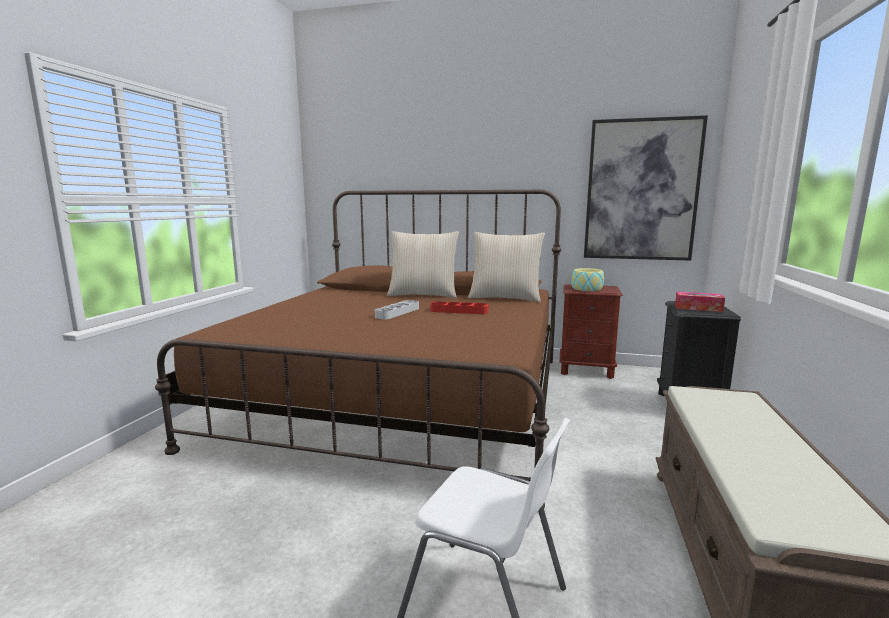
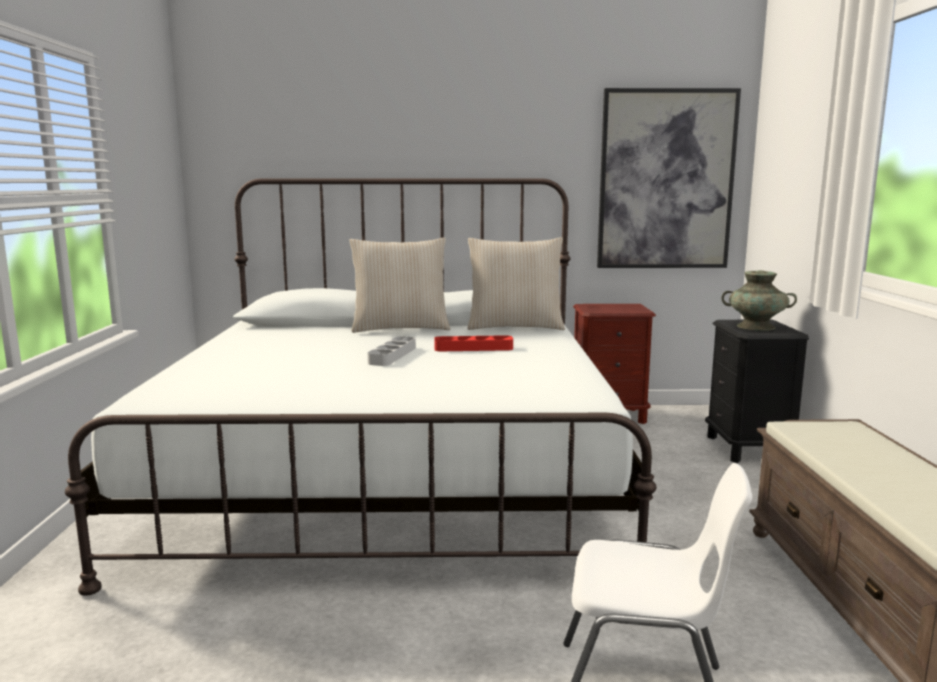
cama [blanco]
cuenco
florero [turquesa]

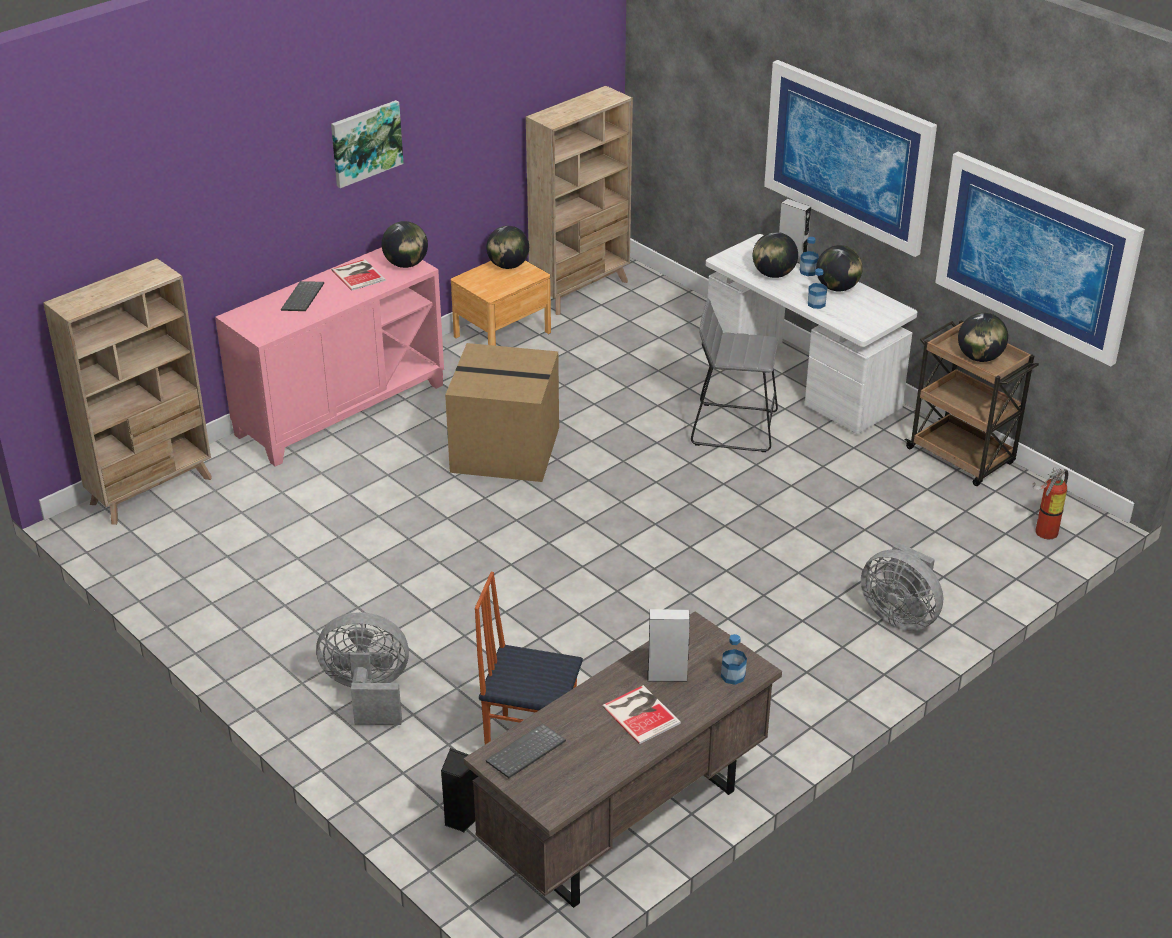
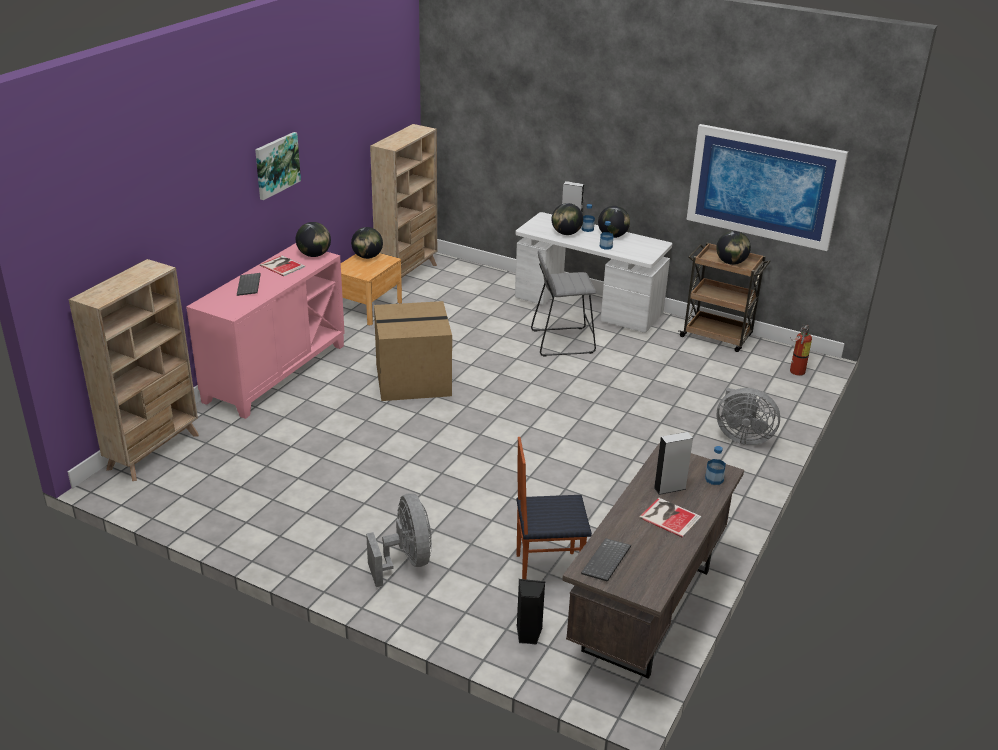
cuadro (2nd from left in the first image)
ventilador [gris] (1st from left)

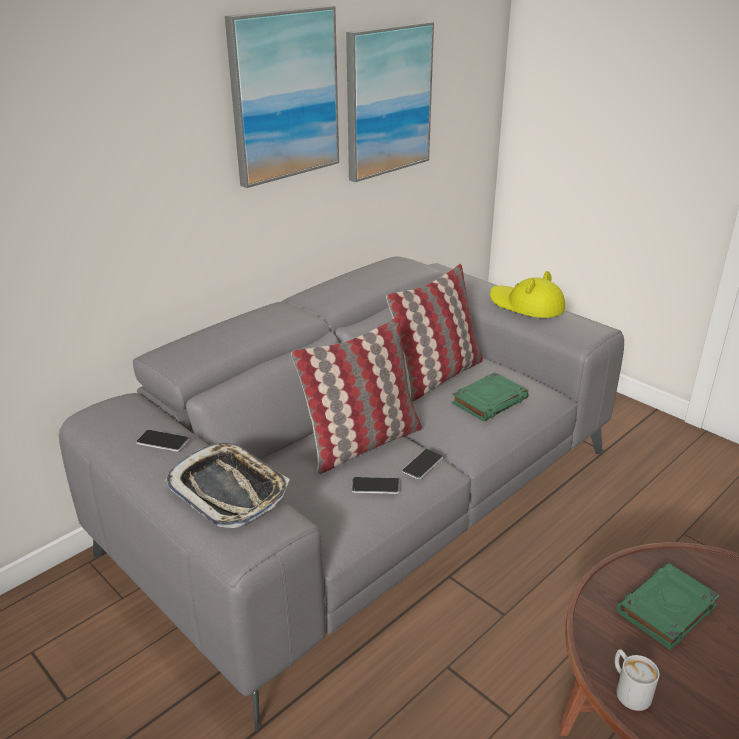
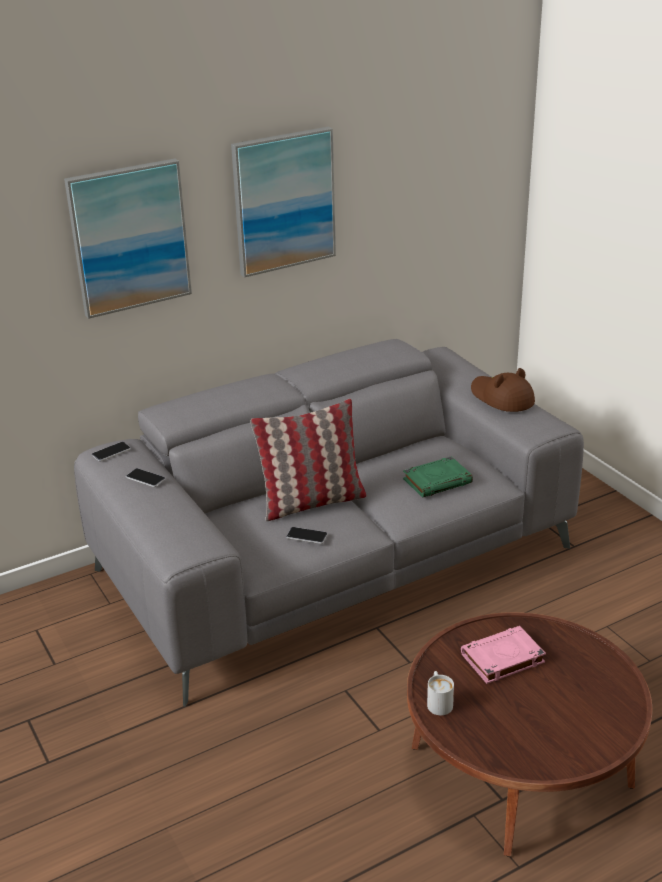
cuadro (1st from left)
cojín (2nd from left in the first image)
sombrero [marrón]
bandeja
móvil (1st from left)
libro [rosa]

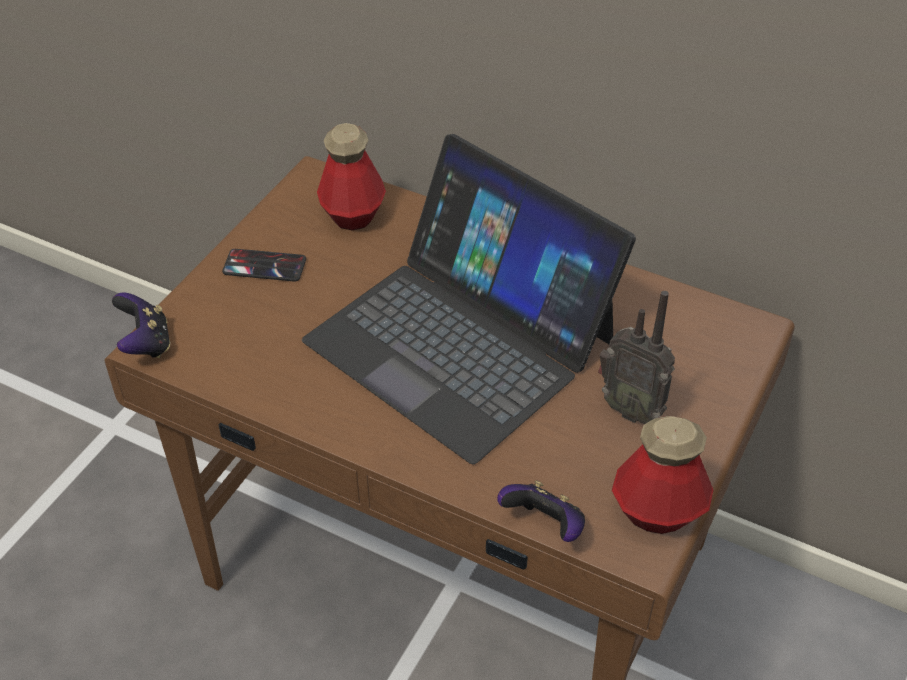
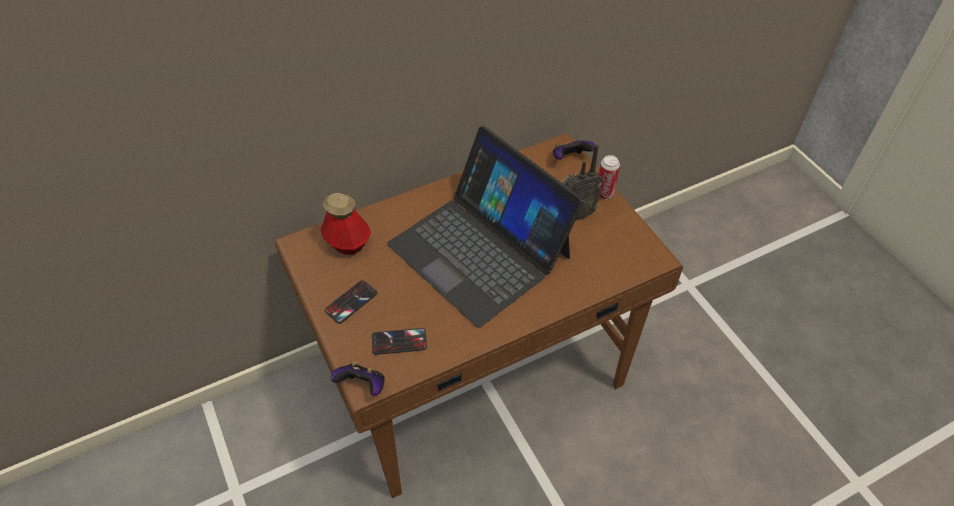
portátil
botella (2nd from left in the first image)
mando de consola (2nd from left)
lata
móvil (2nd from left)

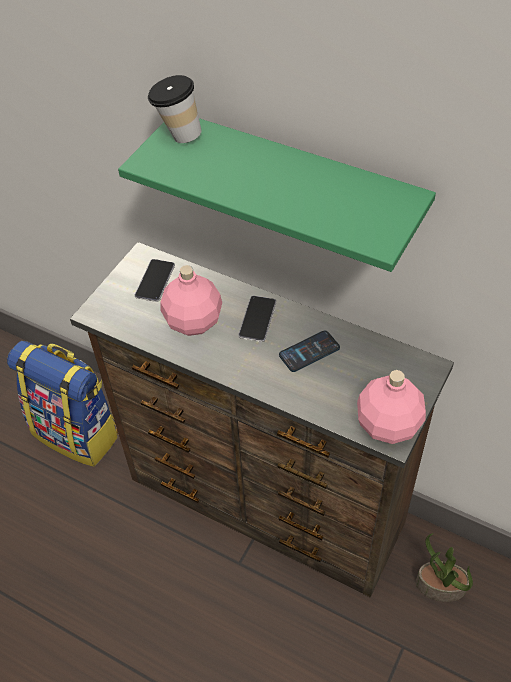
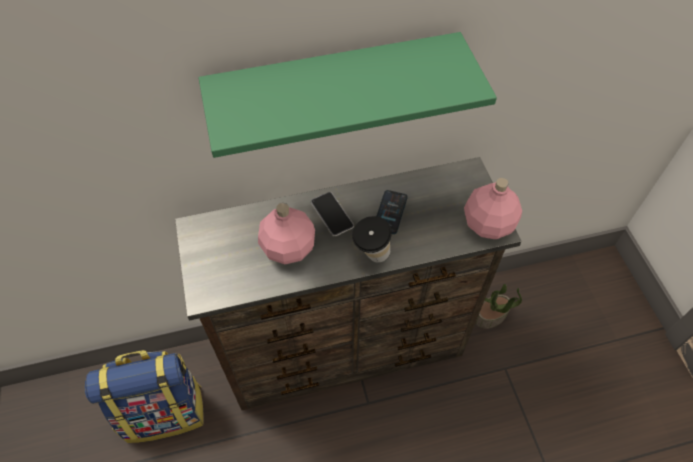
taza
móvil (1st from left in the first image)

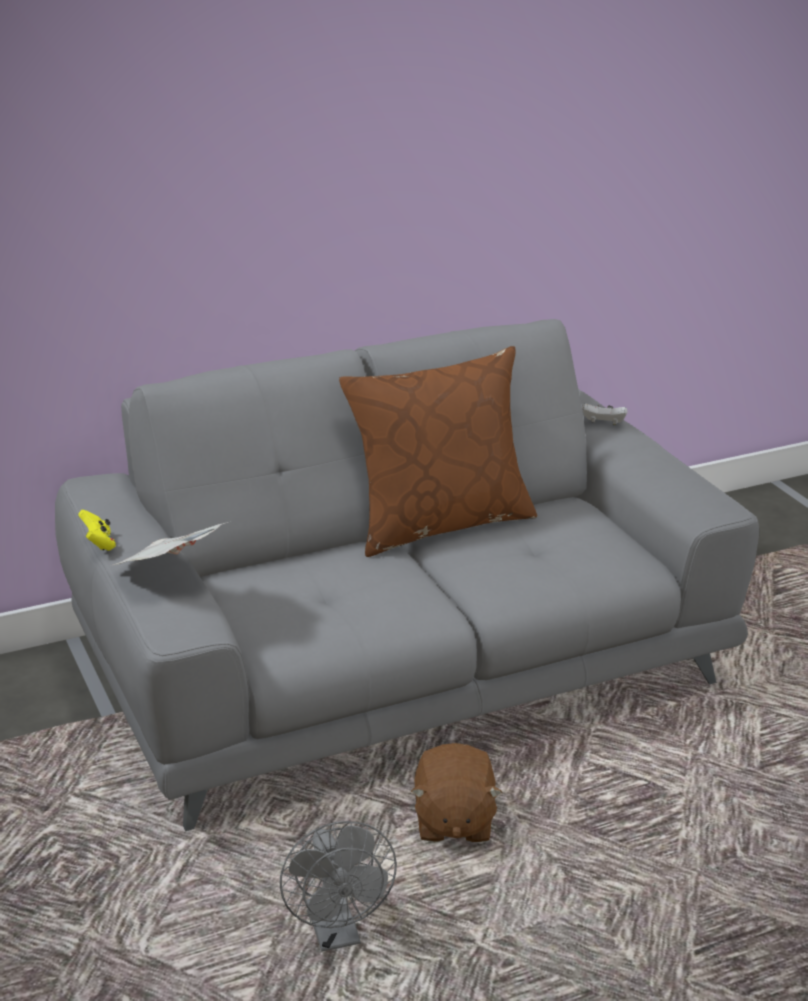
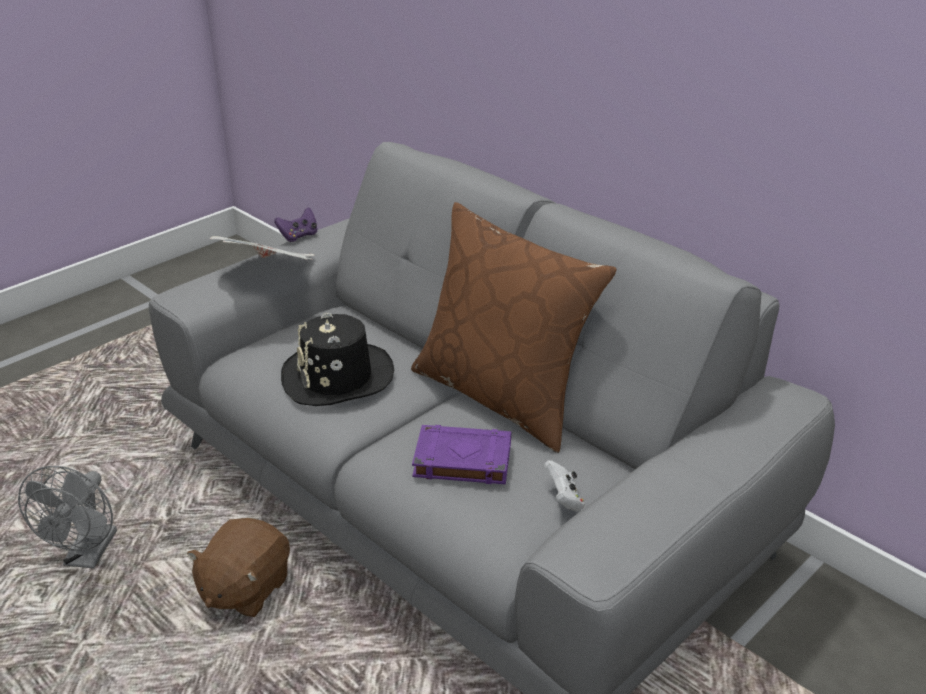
mando de consola [blanco]
mando de consola [morado]
peluche [marrón]
ventilador [gris]
sombrero [negro]
libro [morado]

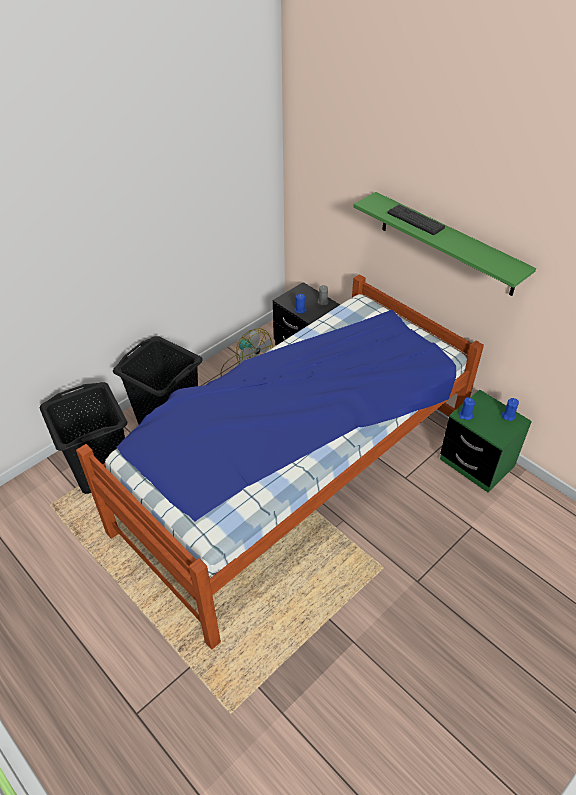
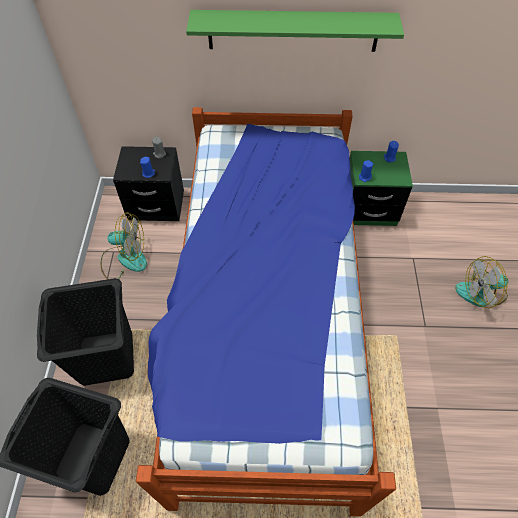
teclado
ventilador (2nd from left)

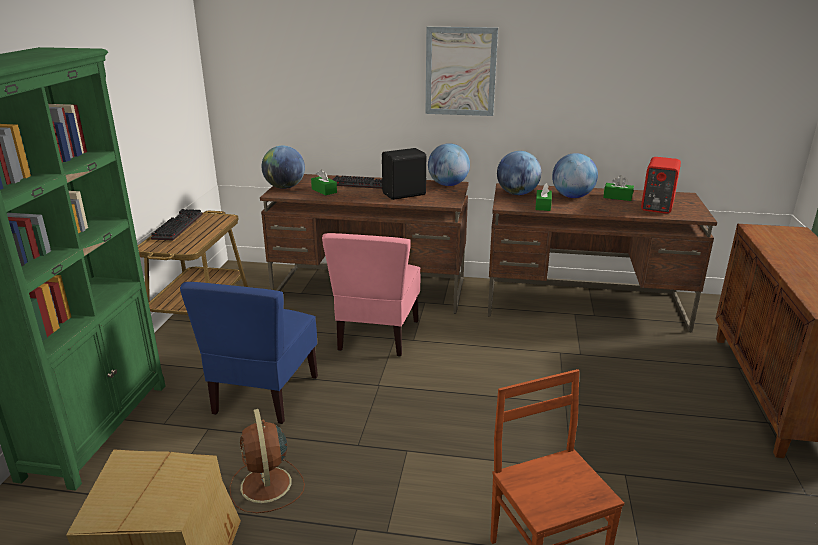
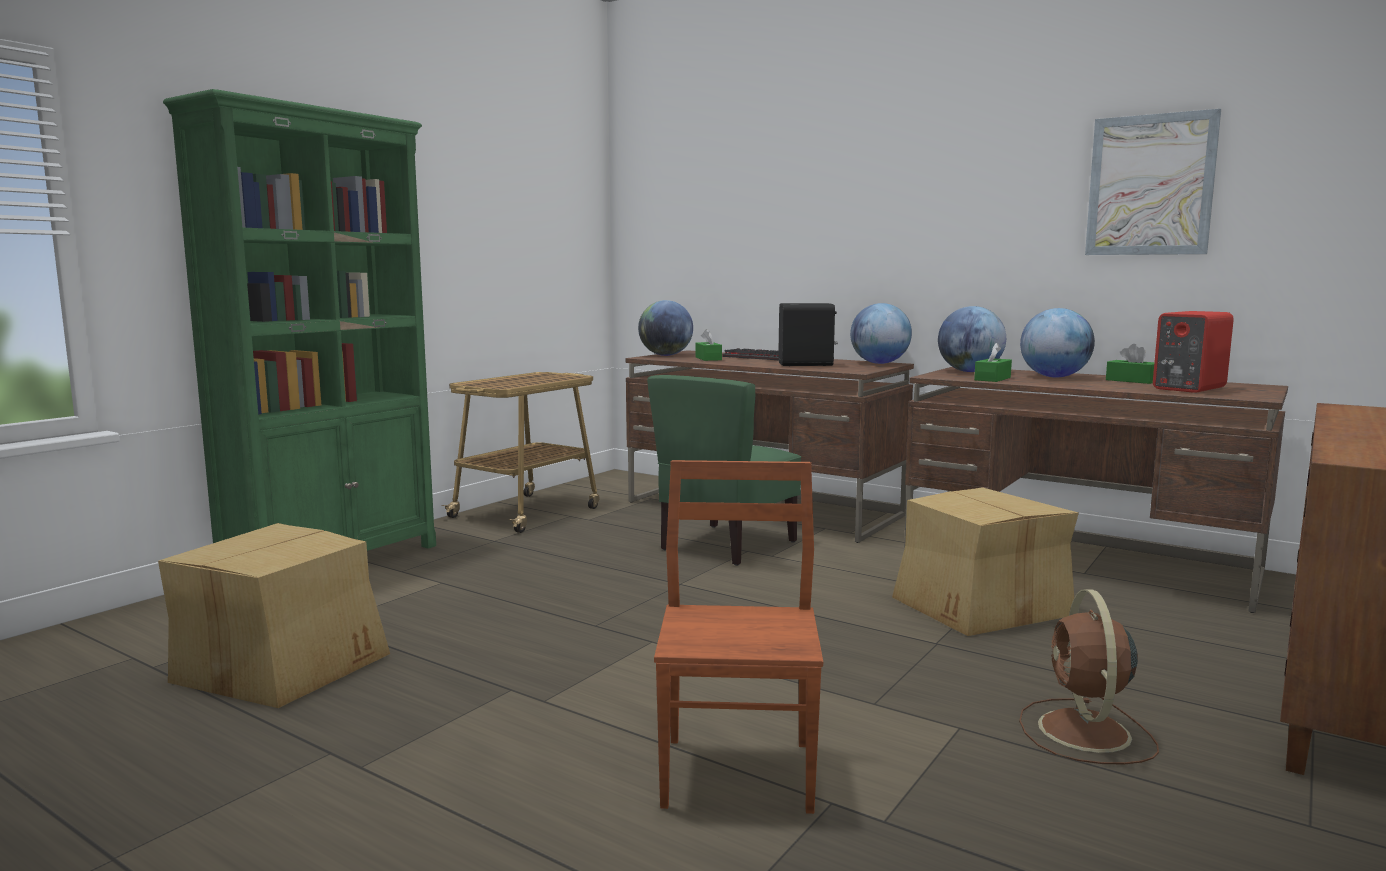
cuadro
teclado (1st from left in the first image)
silla [verde]
silla [azul]
ventilador [marrón]
caja de cartón (2nd from left)

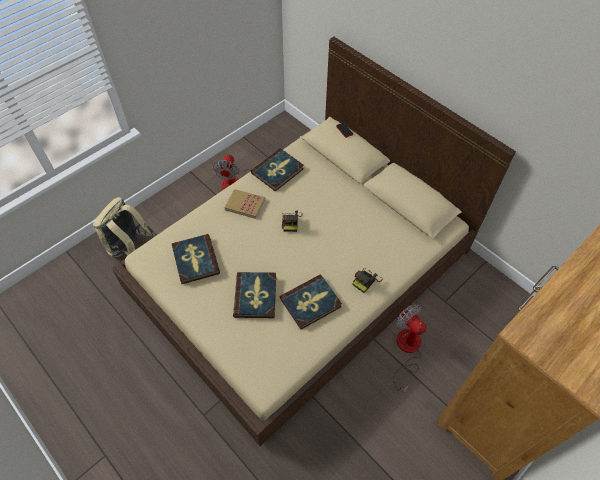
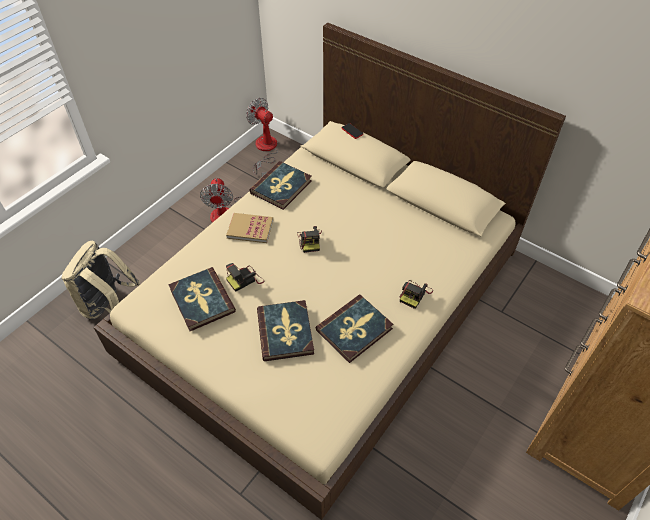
ventilador (2nd from left)
cámara (1st from left)

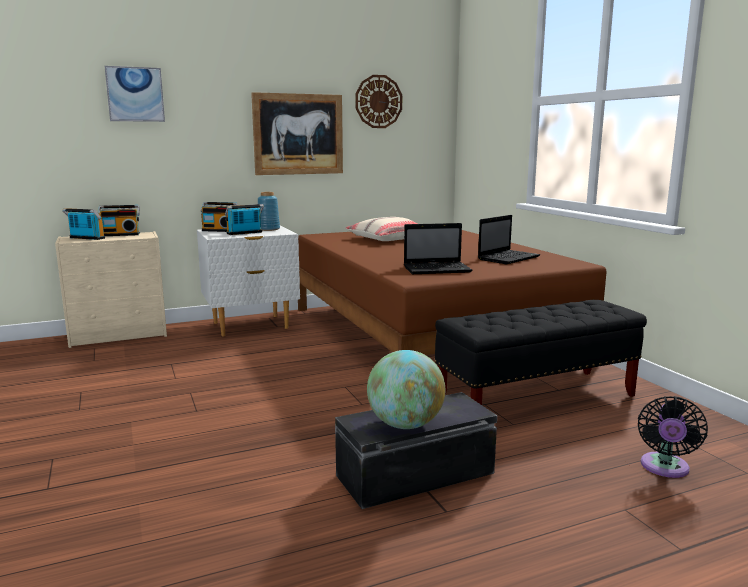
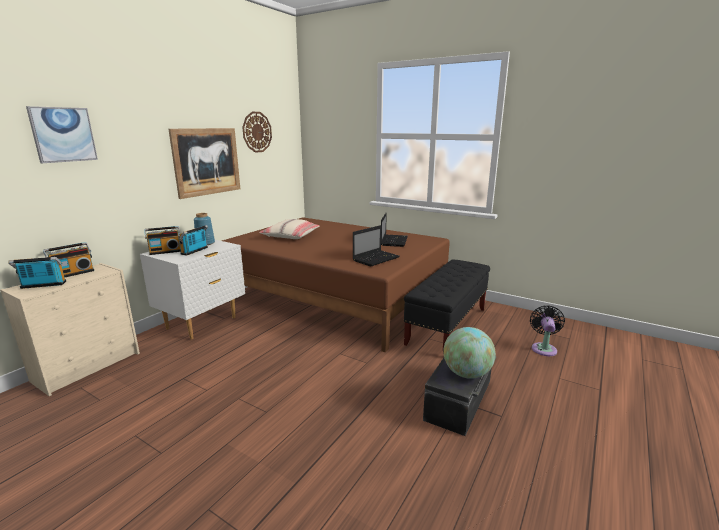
ventilador [negro]

